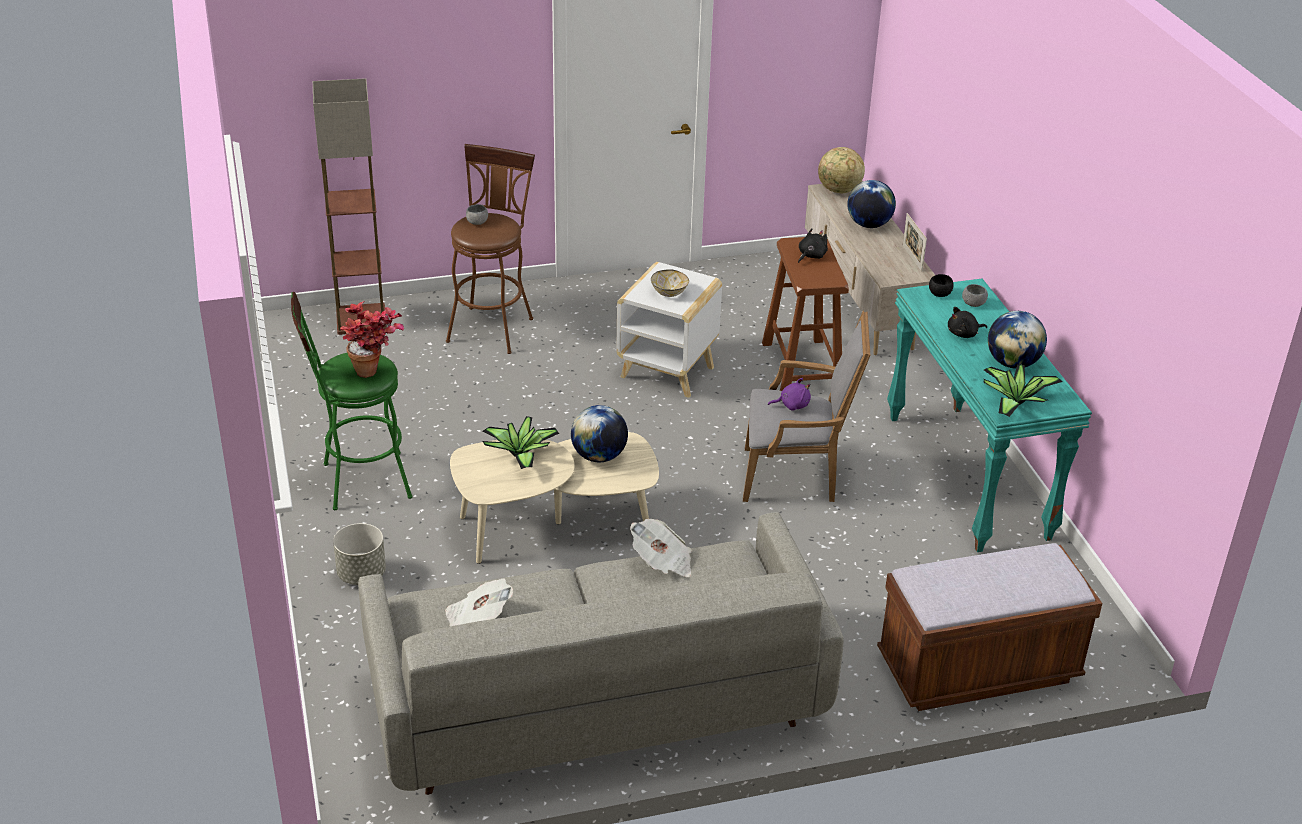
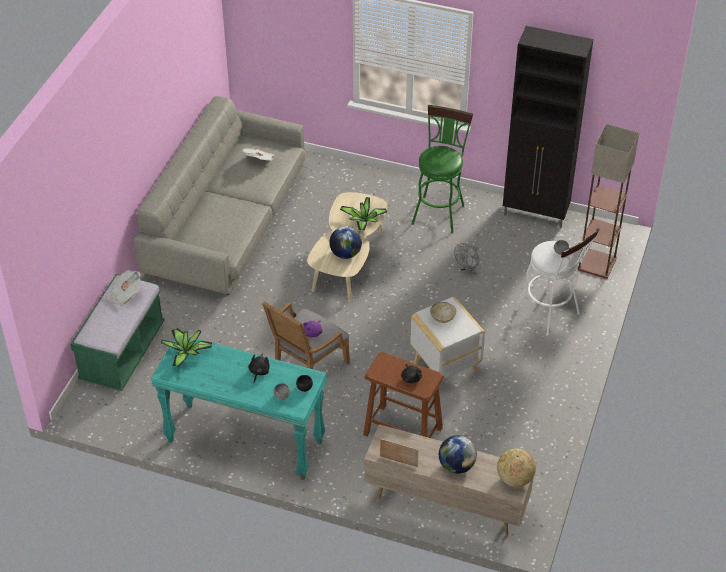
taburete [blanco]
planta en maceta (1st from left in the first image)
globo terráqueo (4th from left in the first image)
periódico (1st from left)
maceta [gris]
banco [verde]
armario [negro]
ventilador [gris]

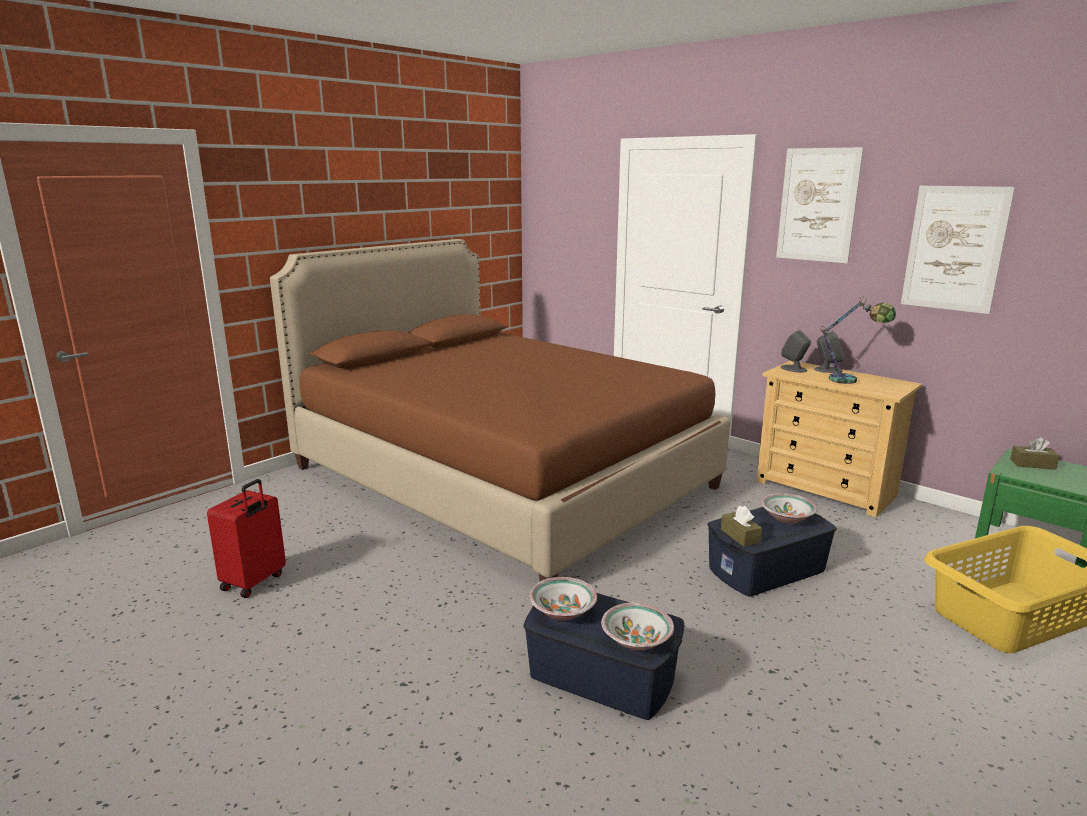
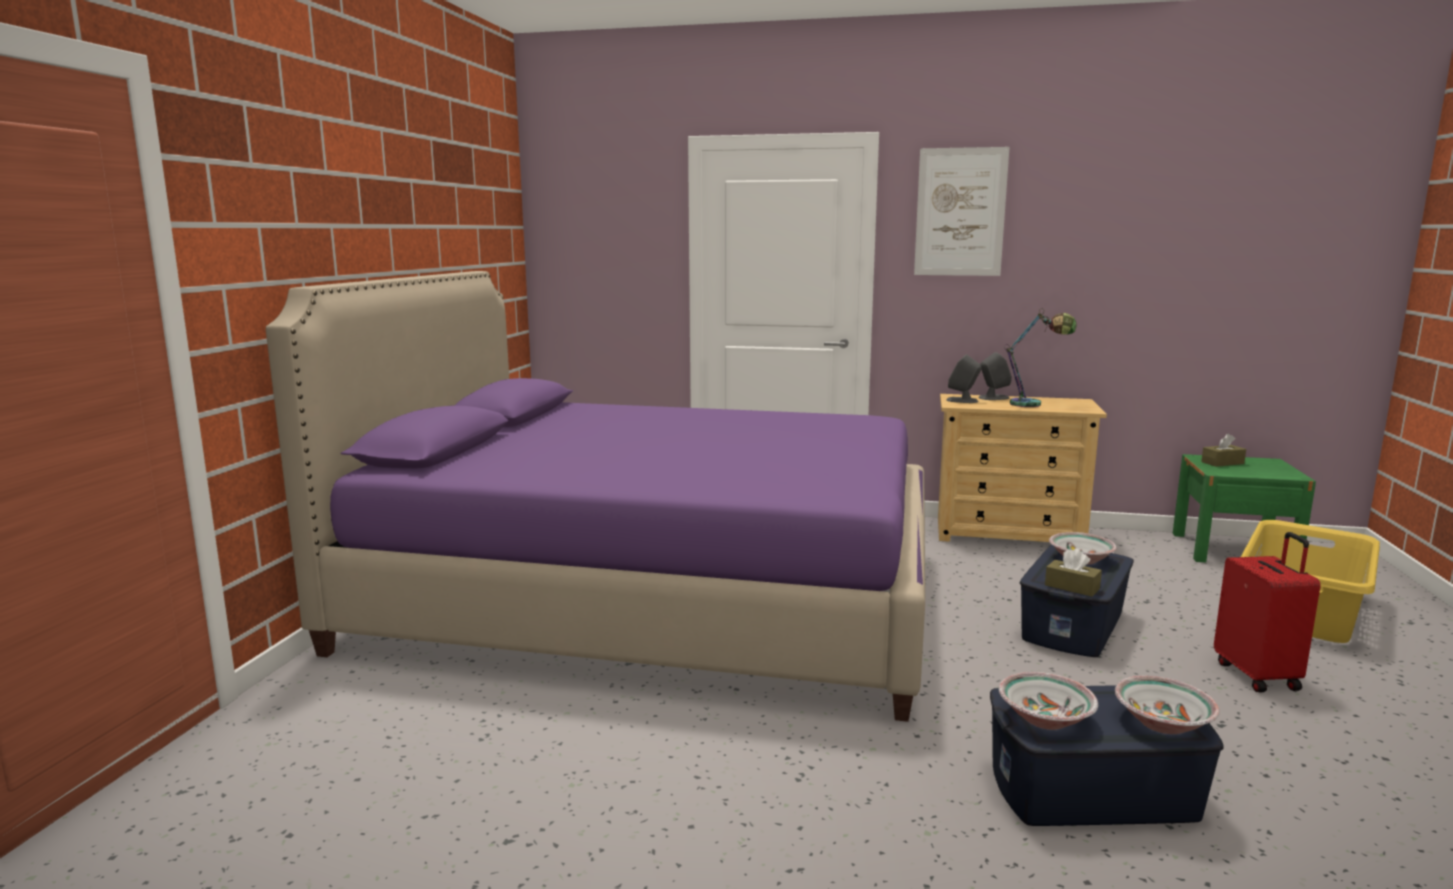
cuadro (2nd from left in the first image)
cama [morado]
maleta [rojo]

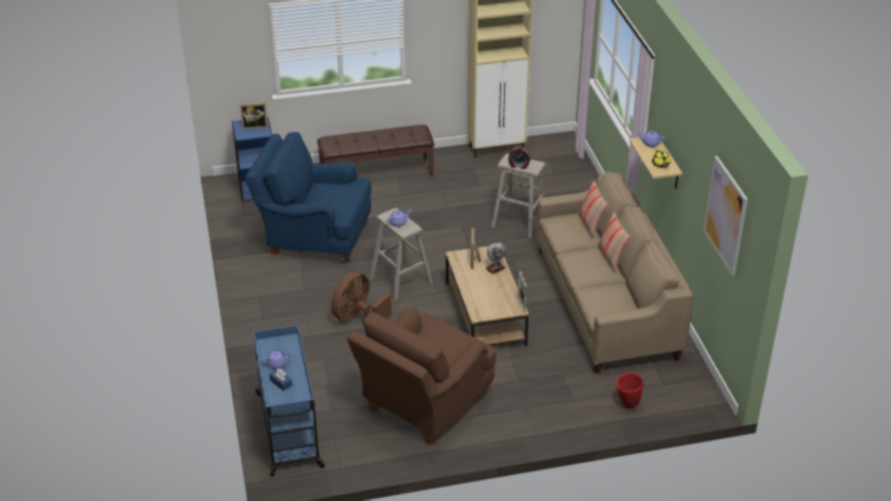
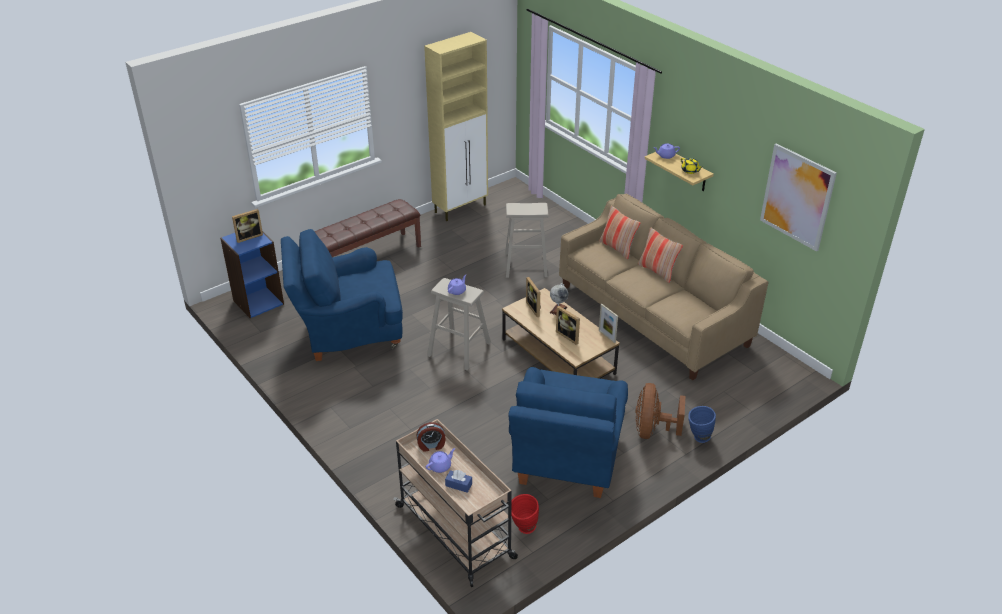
despertador
ventilador [marrón]
sillón [azul] (2nd from left)
carrito [beis]
florero [rojo]
portarretratos (3rd from left)
florero [azul]

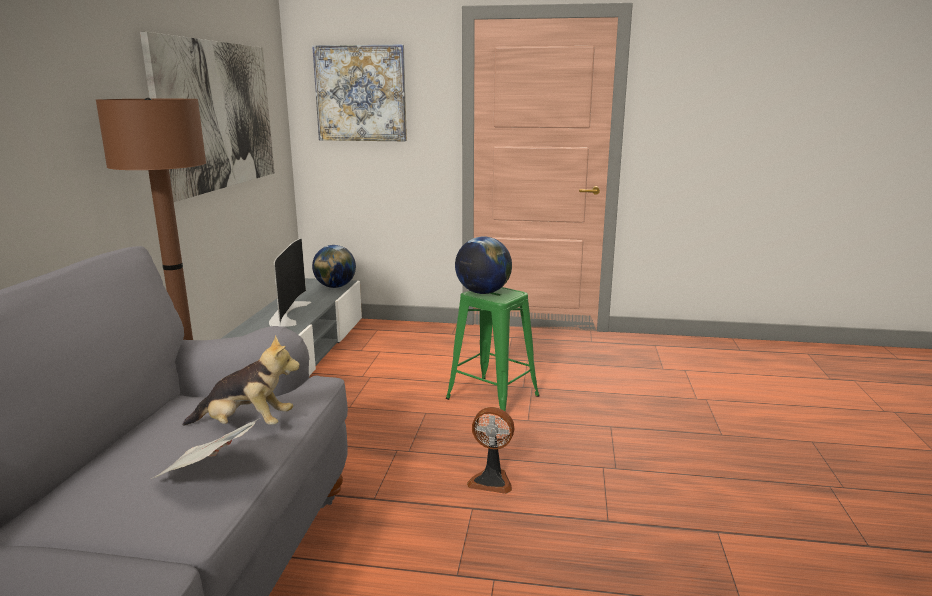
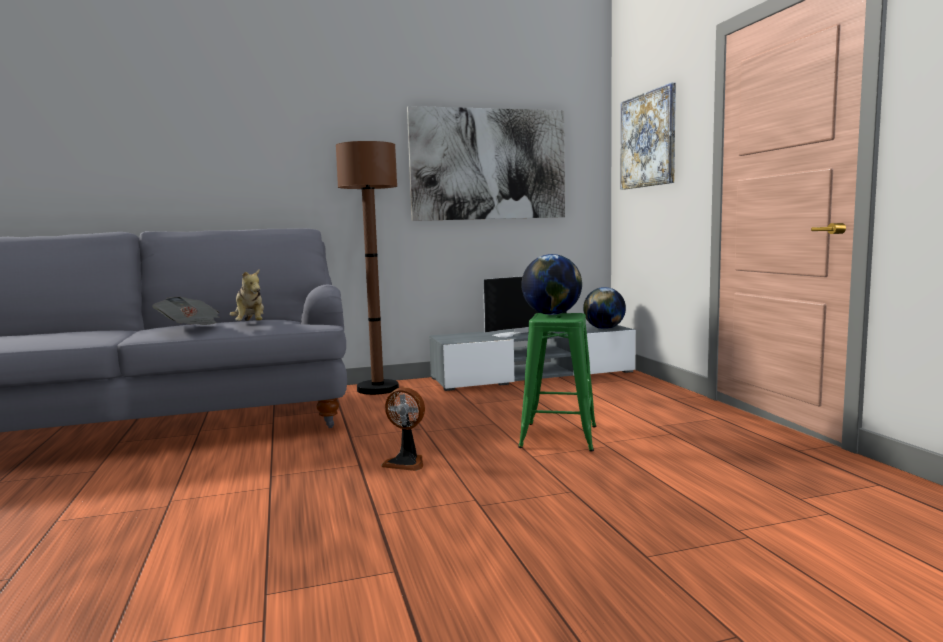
ventilador

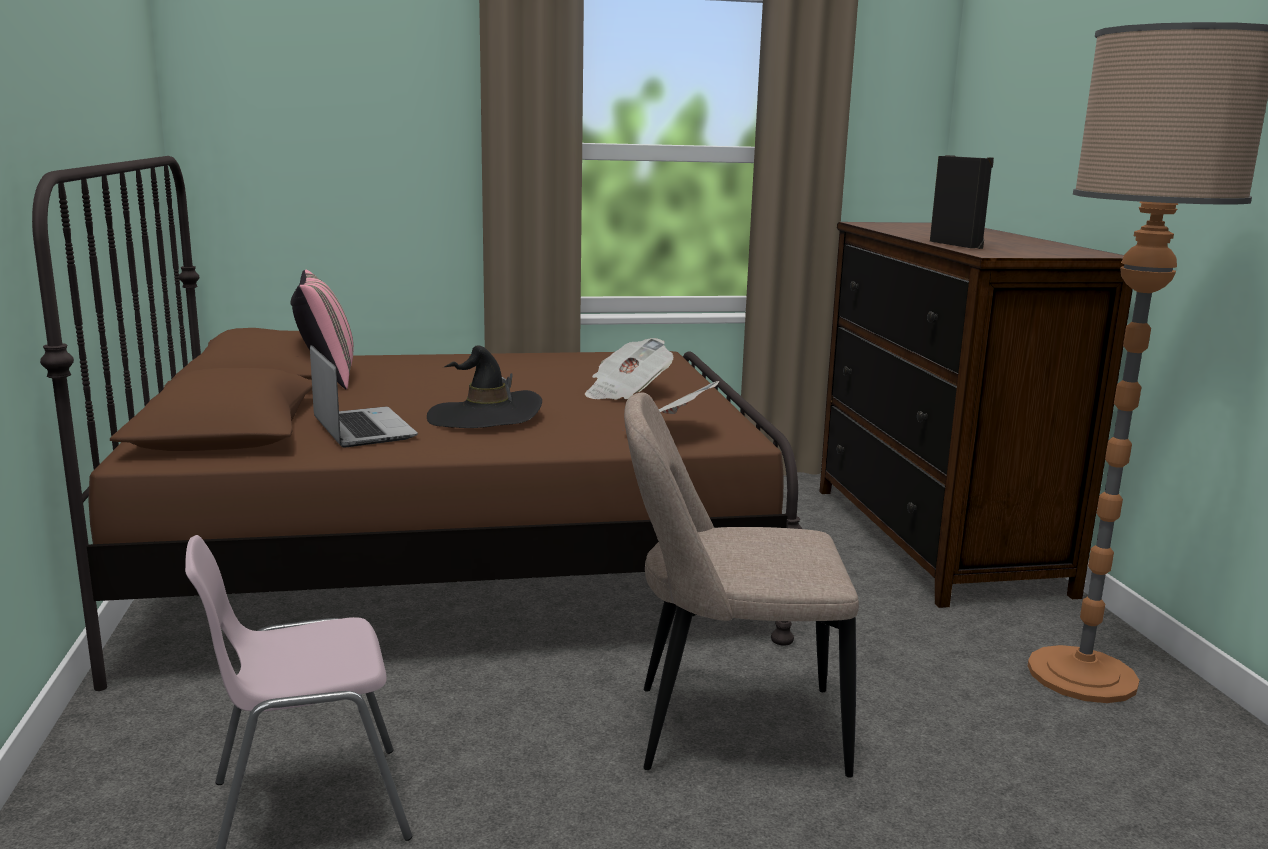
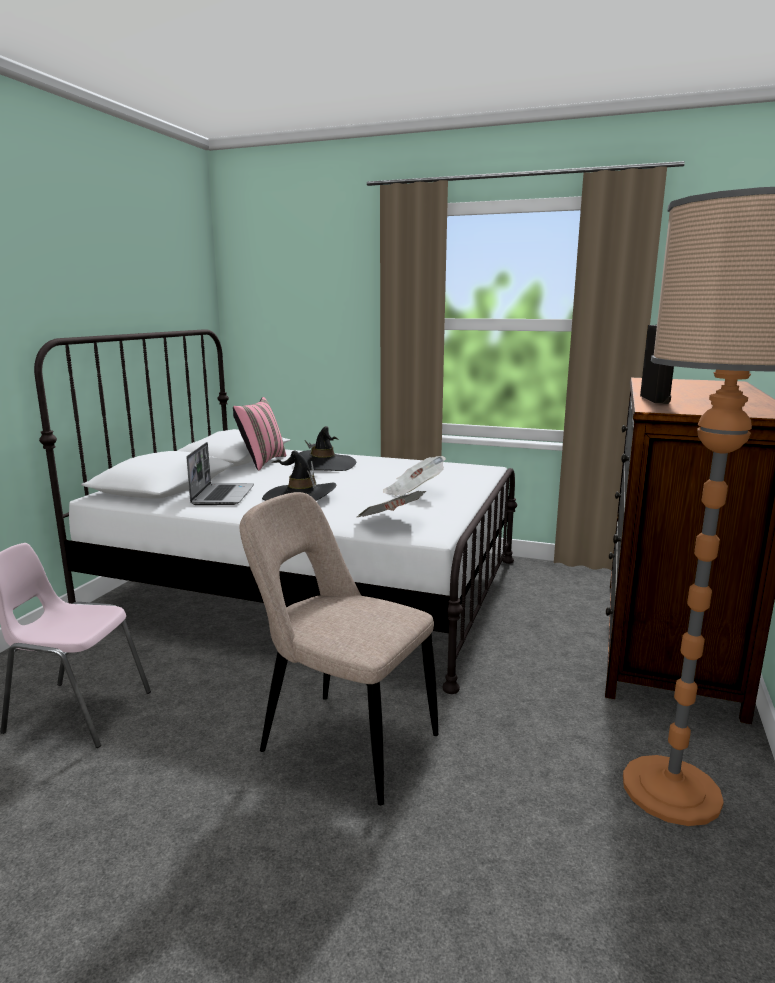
cama [blanco]
sombrero [negro] (2nd from left)

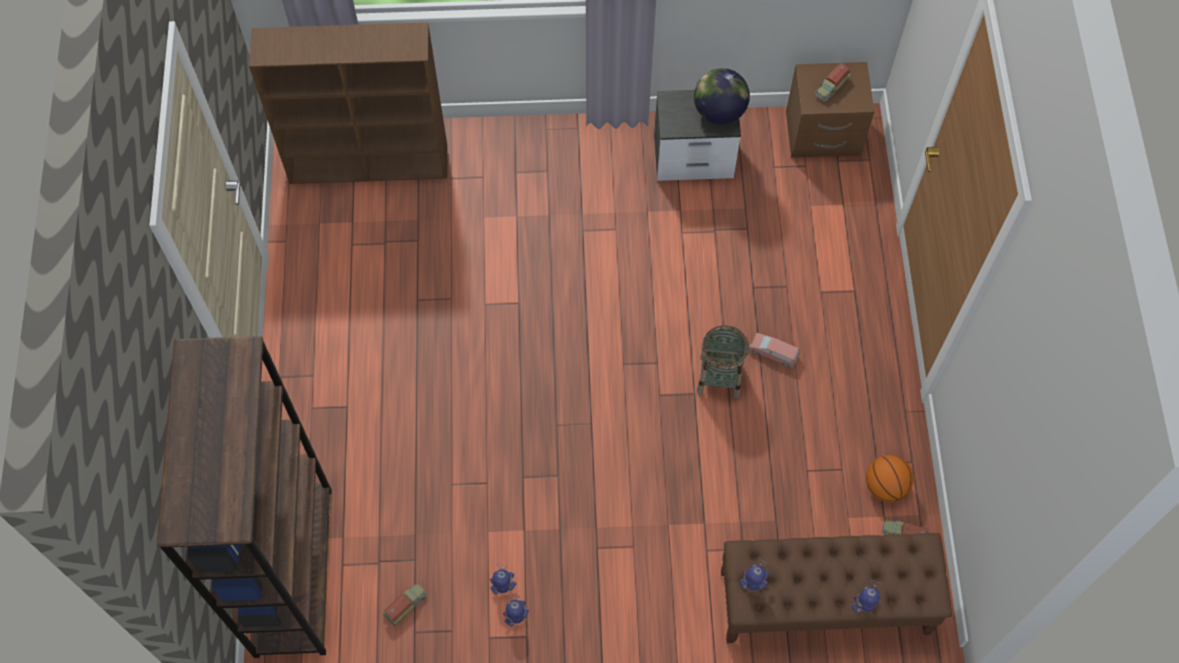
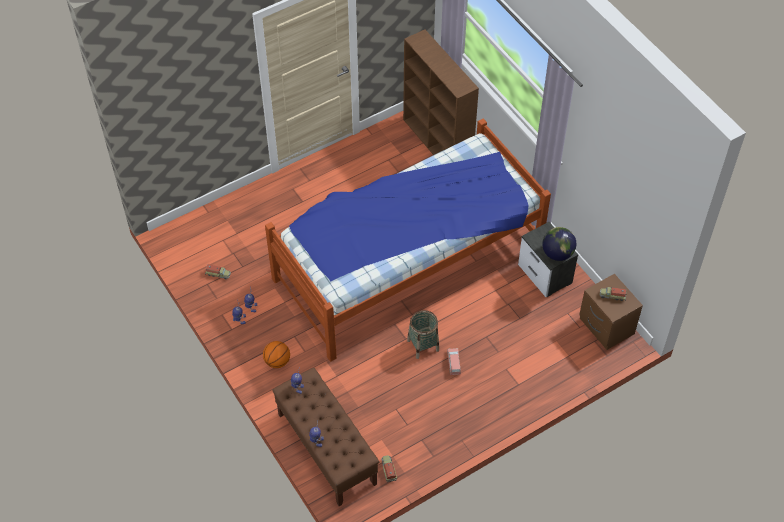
estantería [marrón] (1st from left in the first image)
balón de baloncesto
cama

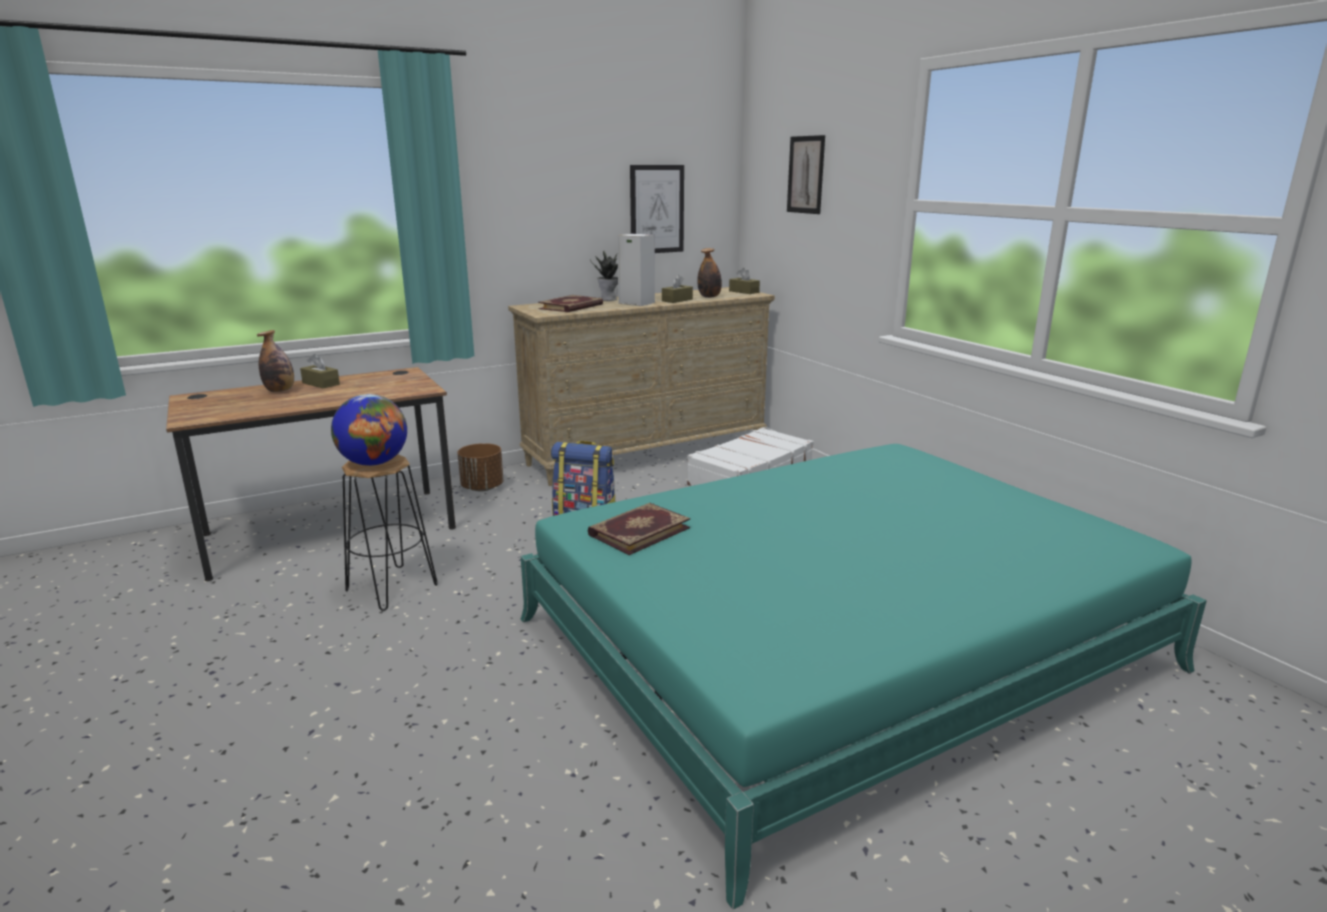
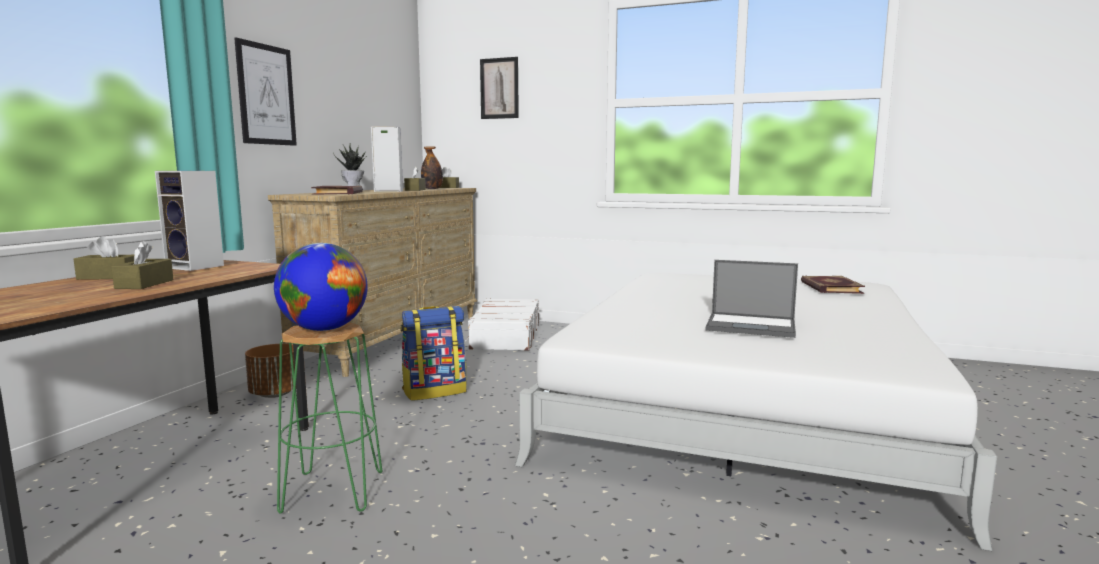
cuadro (1st from left)
botella (1st from left in the first image)
cama [blanco]
taburete [verde]
libro (2nd from left)
altavoz (1st from left)
caja de pañuelos [marrón] (2nd from left)
portátil

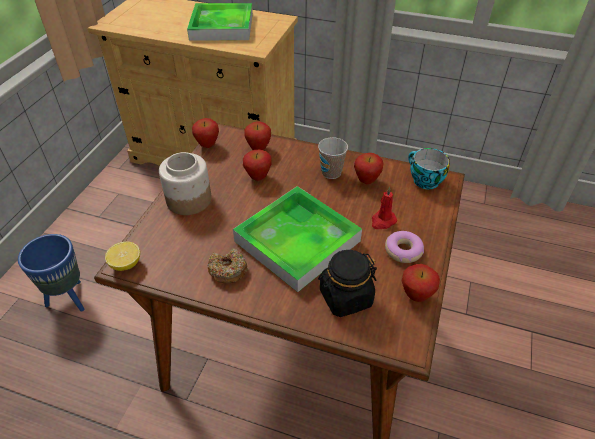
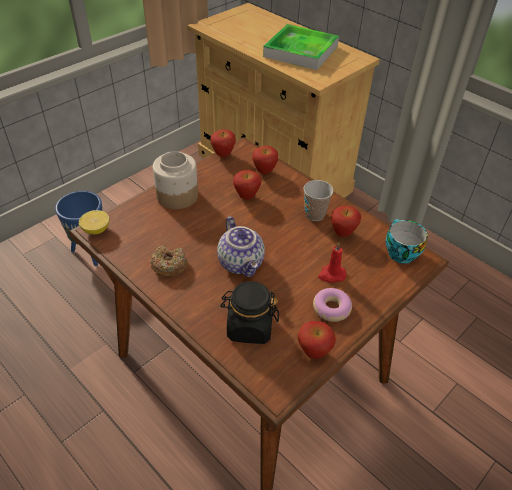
tetera

